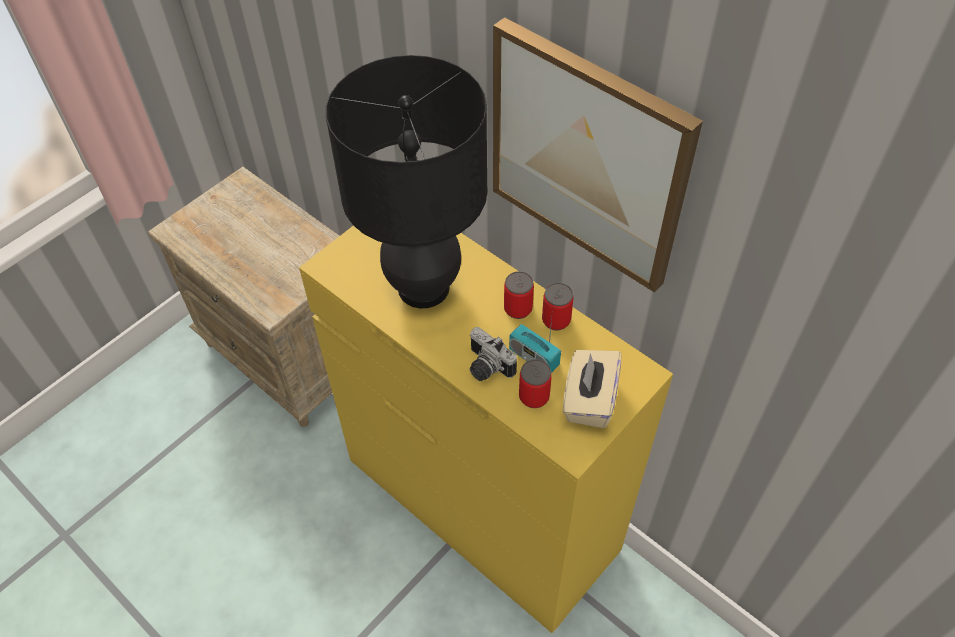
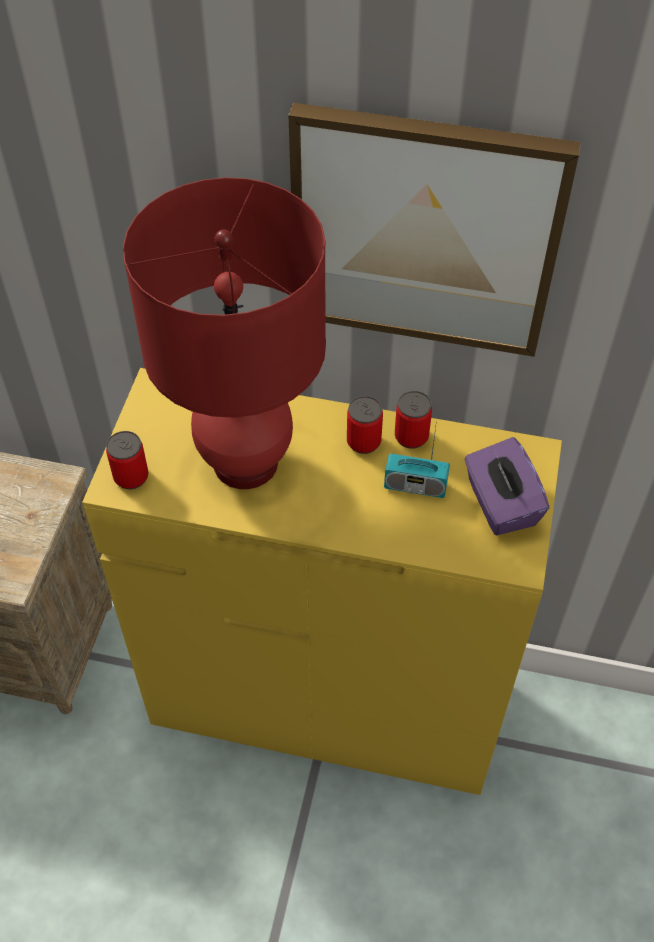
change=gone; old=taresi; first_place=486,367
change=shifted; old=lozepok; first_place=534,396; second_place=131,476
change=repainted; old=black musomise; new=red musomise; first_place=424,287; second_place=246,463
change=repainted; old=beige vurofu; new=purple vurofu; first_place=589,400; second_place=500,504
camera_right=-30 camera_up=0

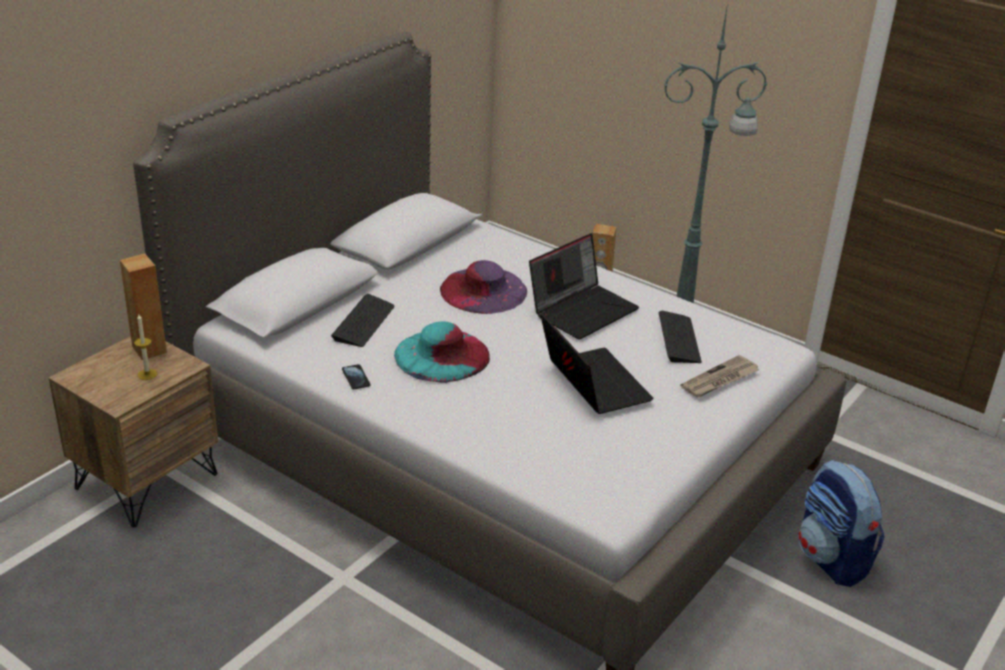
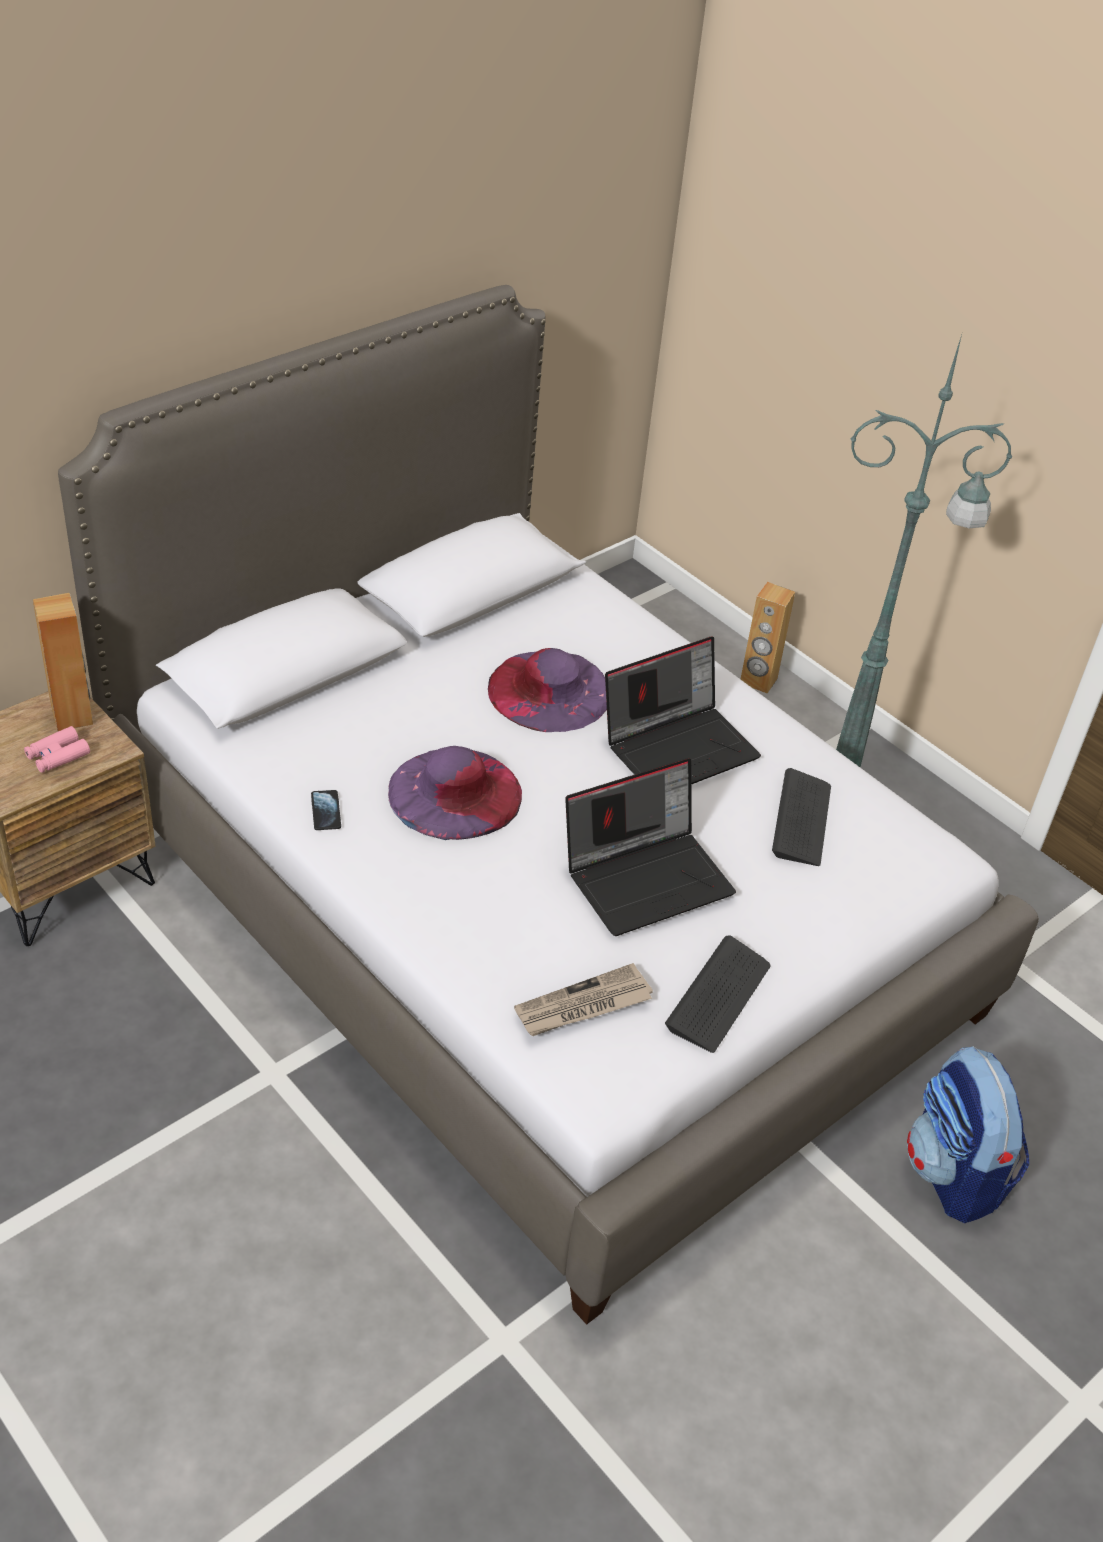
change=shifted; old=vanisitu; first_place=363,322; second_place=718,996
change=shifted; old=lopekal; first_place=720,380; second_place=583,1006
change=swapped; old=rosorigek; new=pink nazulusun; first_place=147,374; second_place=57,756
change=repainted; old=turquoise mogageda; new=purple mogageda; first_place=442,355; second_place=454,793
change=rotated; old=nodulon; first_place=591,383; second_place=647,876; degrees=75
camera_right=10 camera_up=10

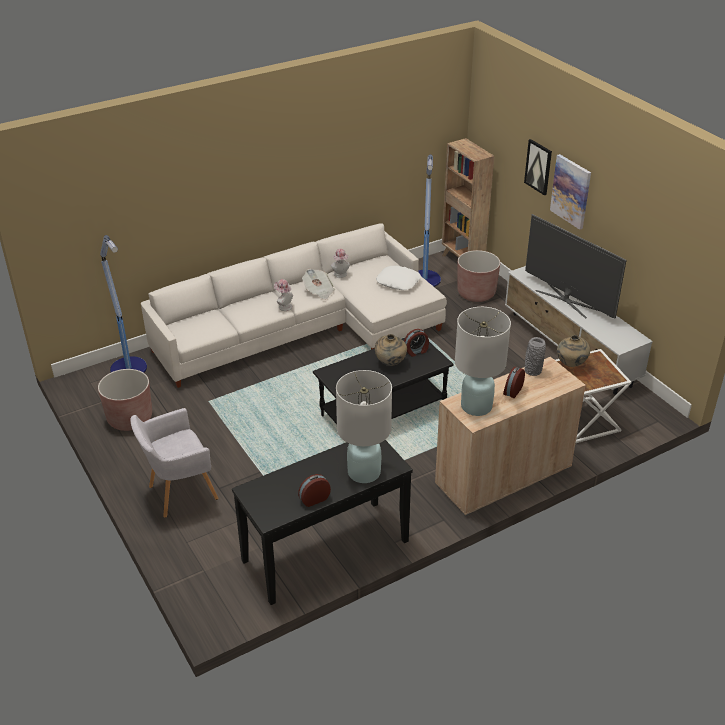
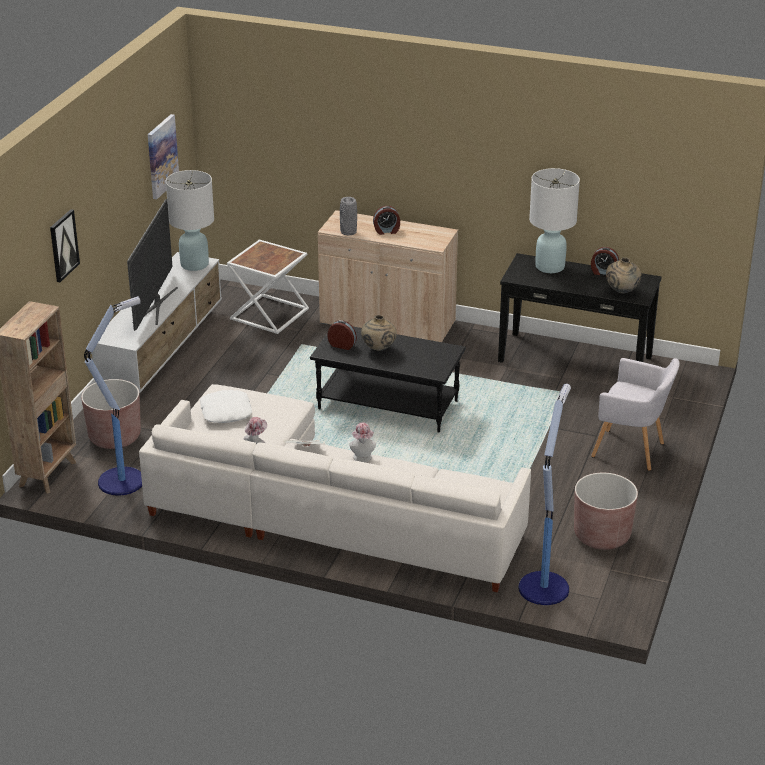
change=shifted; old=white musomise; first_place=476,406; second_place=194,264
change=shifted; old=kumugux; first_place=571,191; second_place=161,156
change=shifted; old=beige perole; first_place=571,365; second_place=622,292
camera_right=-130 camera_up=-5

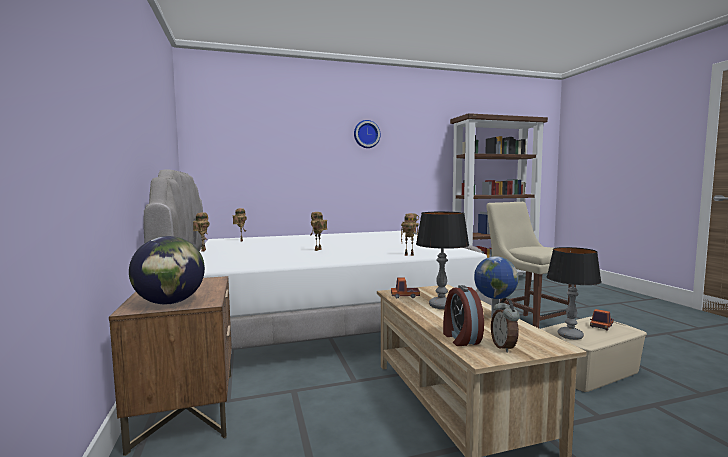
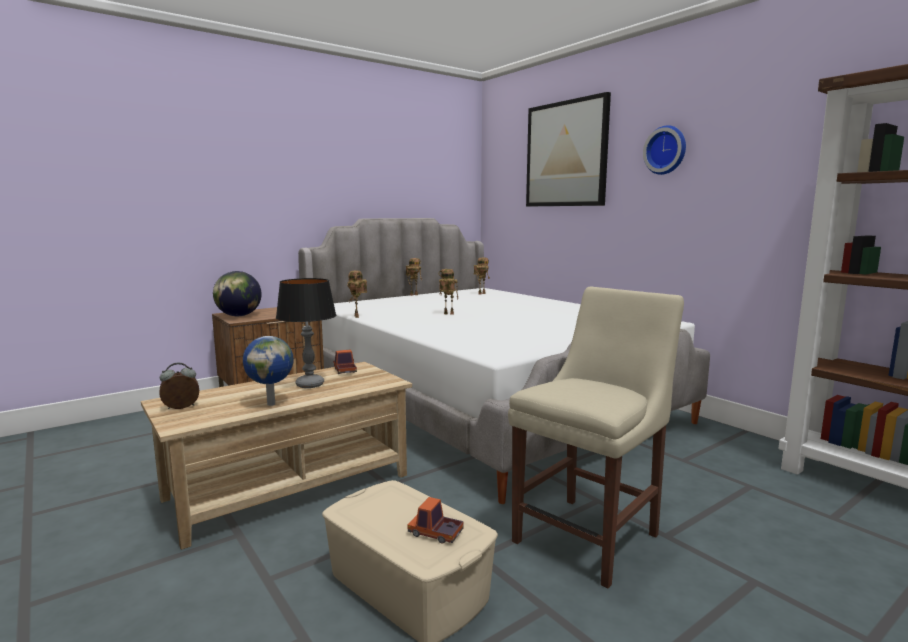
change=gone; old=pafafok; first_place=460,338
change=gone; old=musomise; first_place=570,336
change=new; new=kumugux; second_place=566,154
change=shifted; old=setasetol; first_place=409,255; second_place=358,316
camera_right=70 camera_up=5

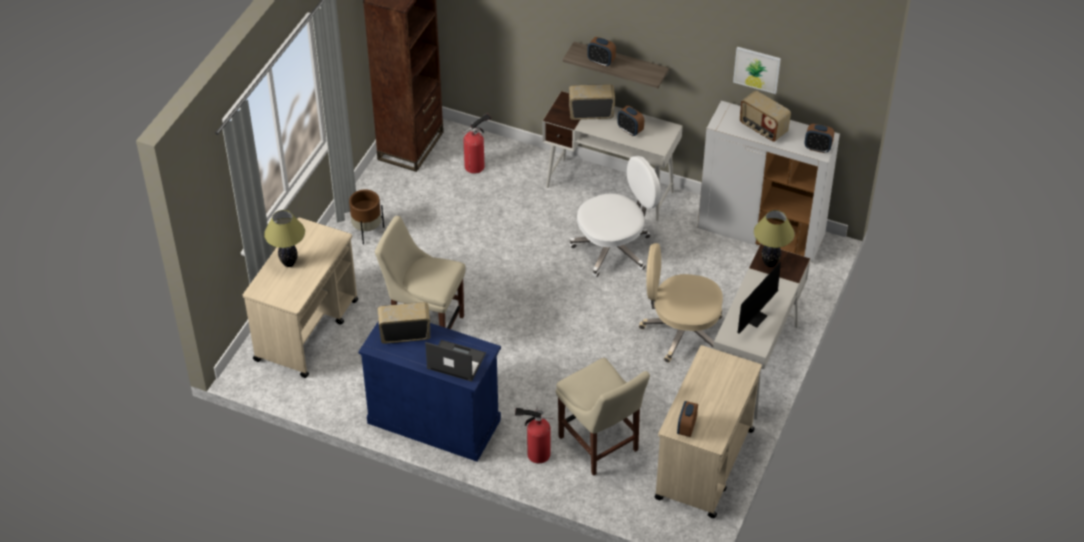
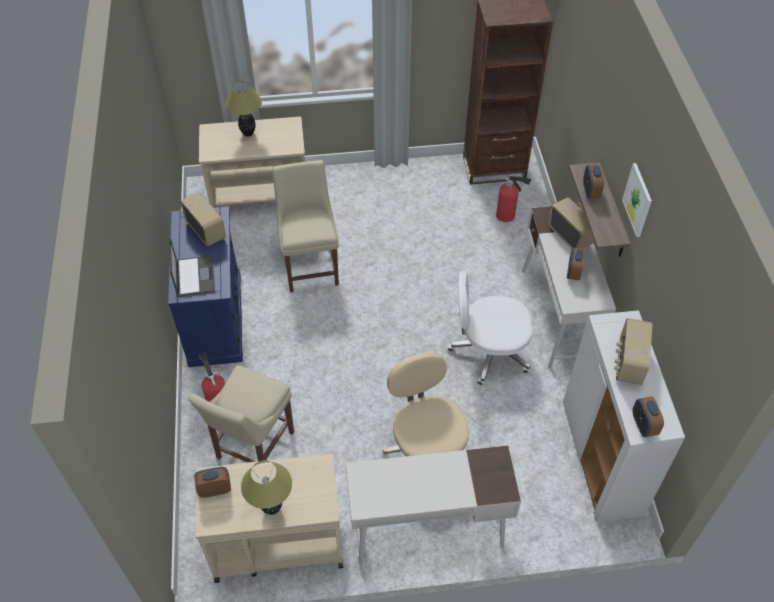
change=gone; old=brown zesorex; first_place=367,232
change=gone; old=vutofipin; first_place=756,315
change=shifted; old=kumugux; first_place=757,69; second_place=638,200
change=shifted; old=musomise; first_place=769,263; second_place=272,508
change=rotated; old=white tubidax; first_place=614,249; second_place=488,351; degrees=150
camera_right=60 camera_up=5

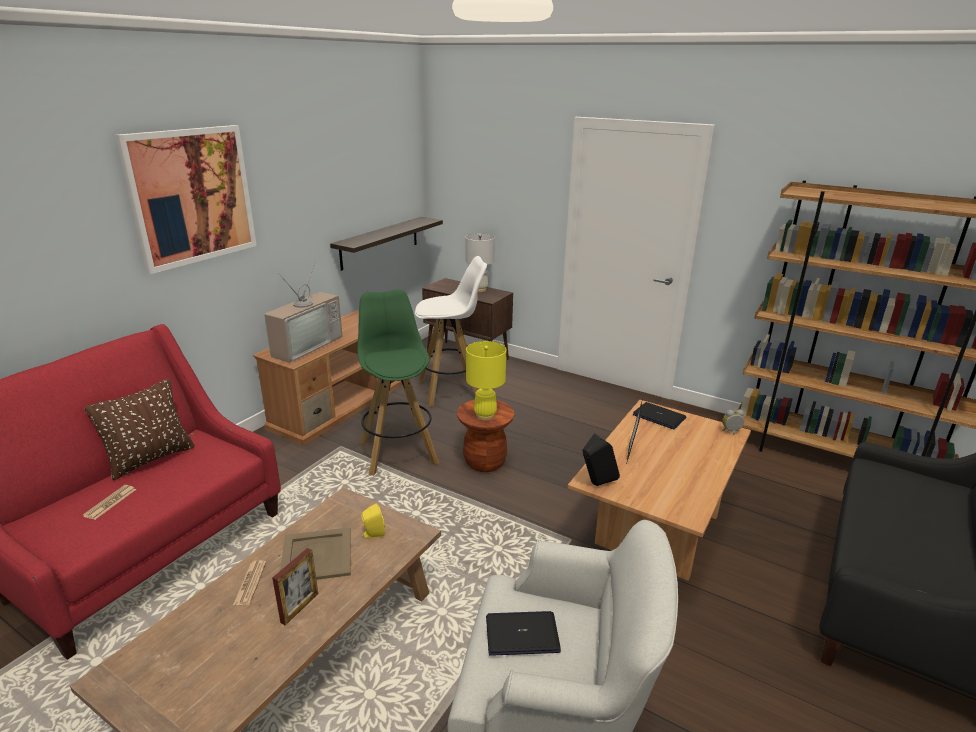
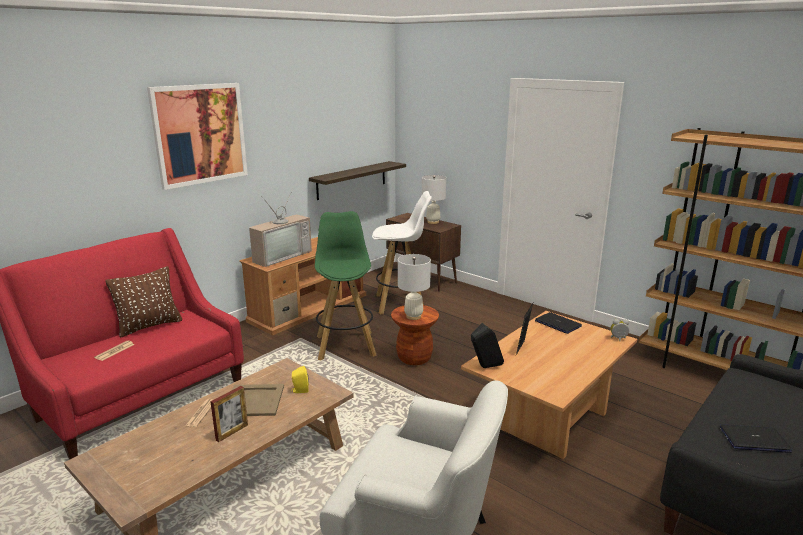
change=shifted; old=nodulon; first_place=522,634; second_place=754,439
change=repainted; old=yellow musomise; new=white musomise; first_place=485,415; second_place=413,316
camera_right=10 camera_up=-5

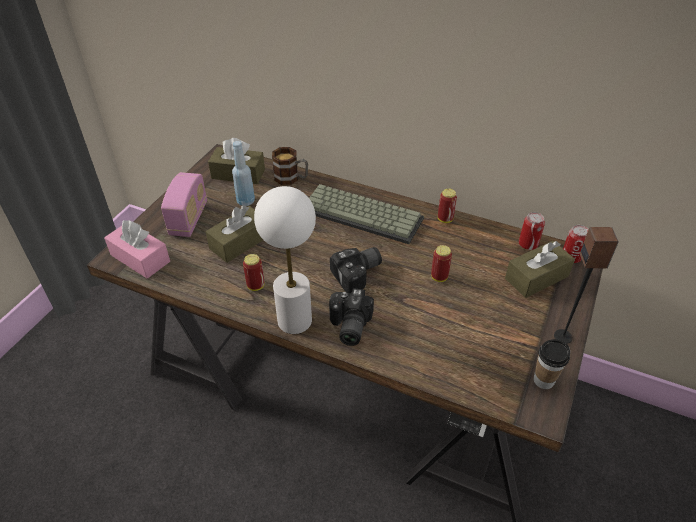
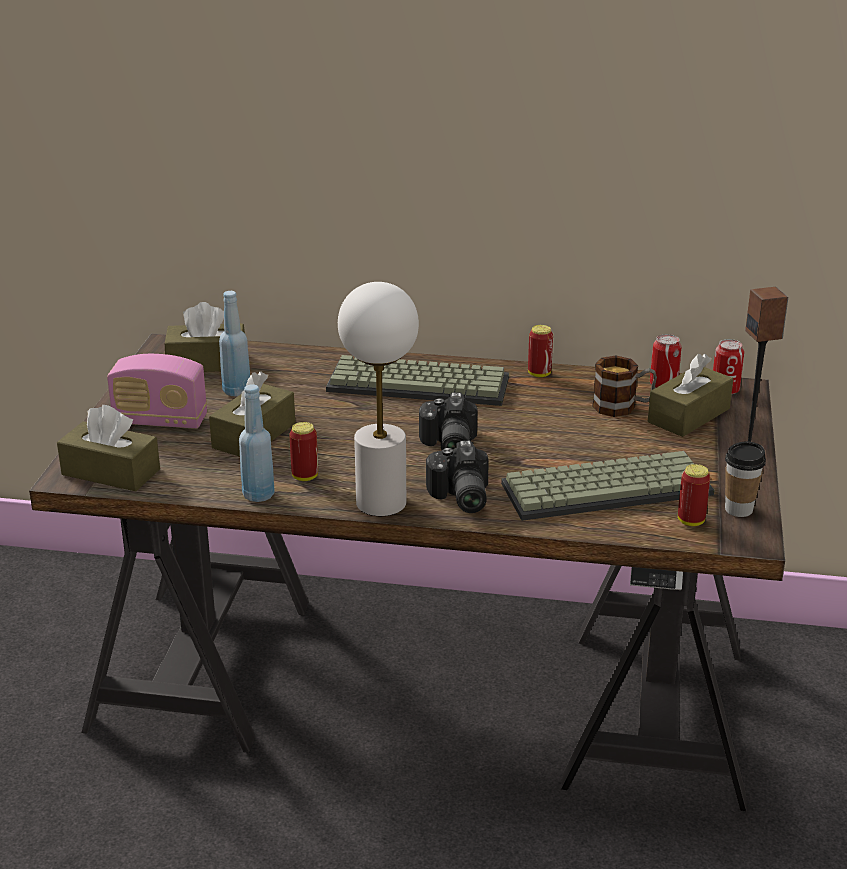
change=new; new=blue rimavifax; second_place=258,495
change=new; new=vanisitu; second_place=607,487
change=shifted; old=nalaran; first_place=291,178; second_place=623,407
change=shifted; old=lozepok; first_place=439,277; second_place=691,521
change=repainted; old=pink vurofu; new=brown vurofu; first_place=140,258; second_place=111,472
change=rotated; old=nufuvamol; first_place=189,219; second_place=160,421; degrees=105
change=rotated; old=taresi; first_place=359,275; second_place=447,445; degrees=135
camera_right=-15 camera_up=-15

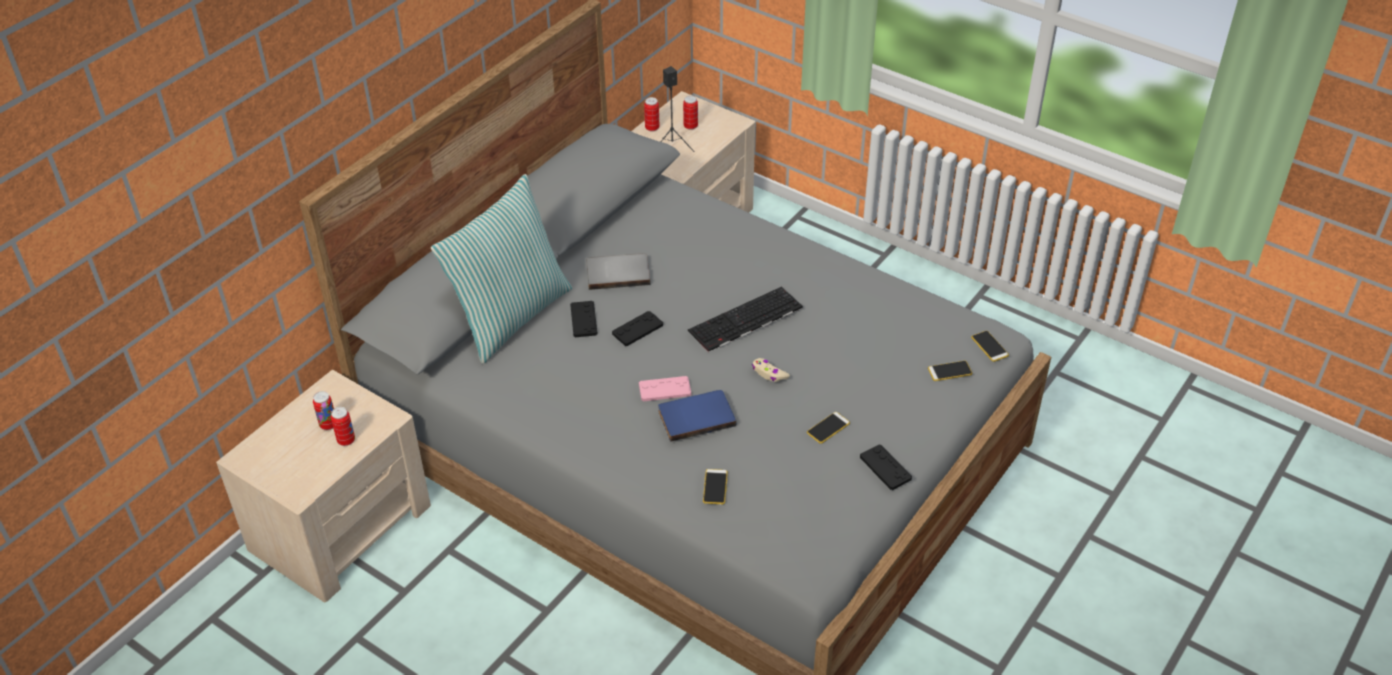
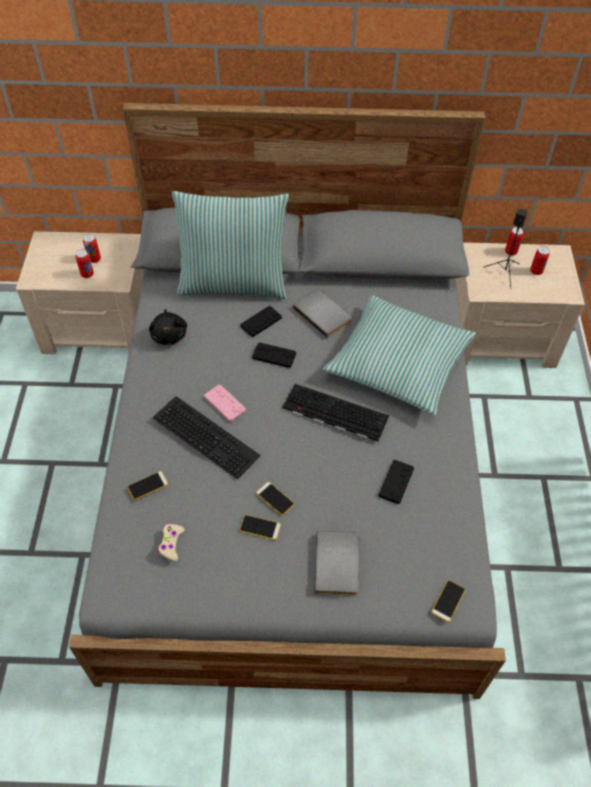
change=new; new=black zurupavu; second_place=169,335
change=new; new=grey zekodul; second_place=339,564
change=new; new=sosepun; second_place=398,363
change=shifted; old=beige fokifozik; first_place=769,374; second_place=171,544
change=shifted; old=black fokifozik; first_place=885,468; second_place=396,482
change=shifted; old=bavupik; first_place=949,371; second_place=275,498
change=swapped; old=blue zekodul; new=vanisitu; first_place=695,416; second_place=208,435
camera_right=55 camera_up=10

